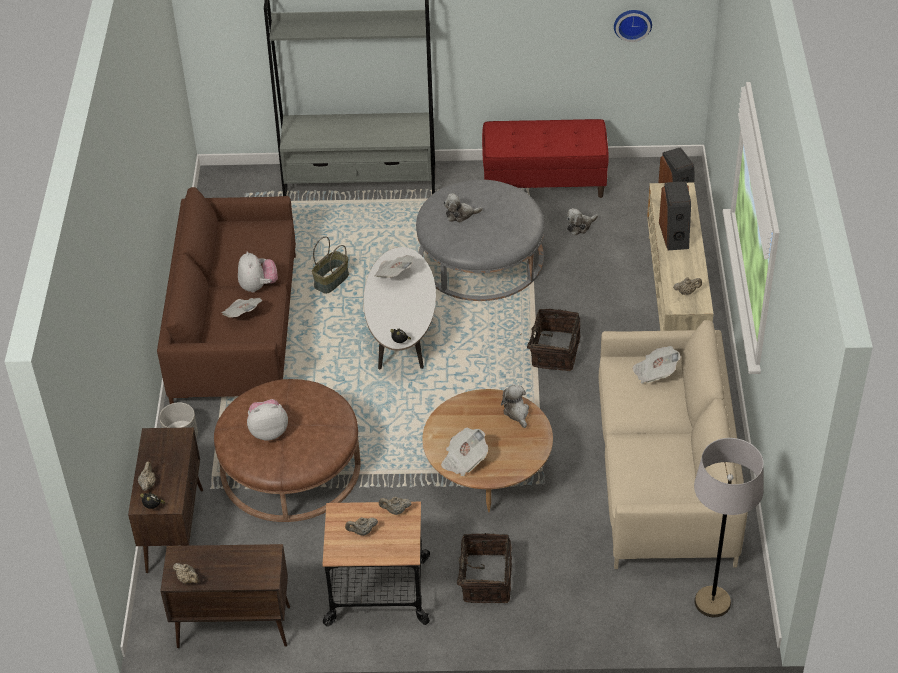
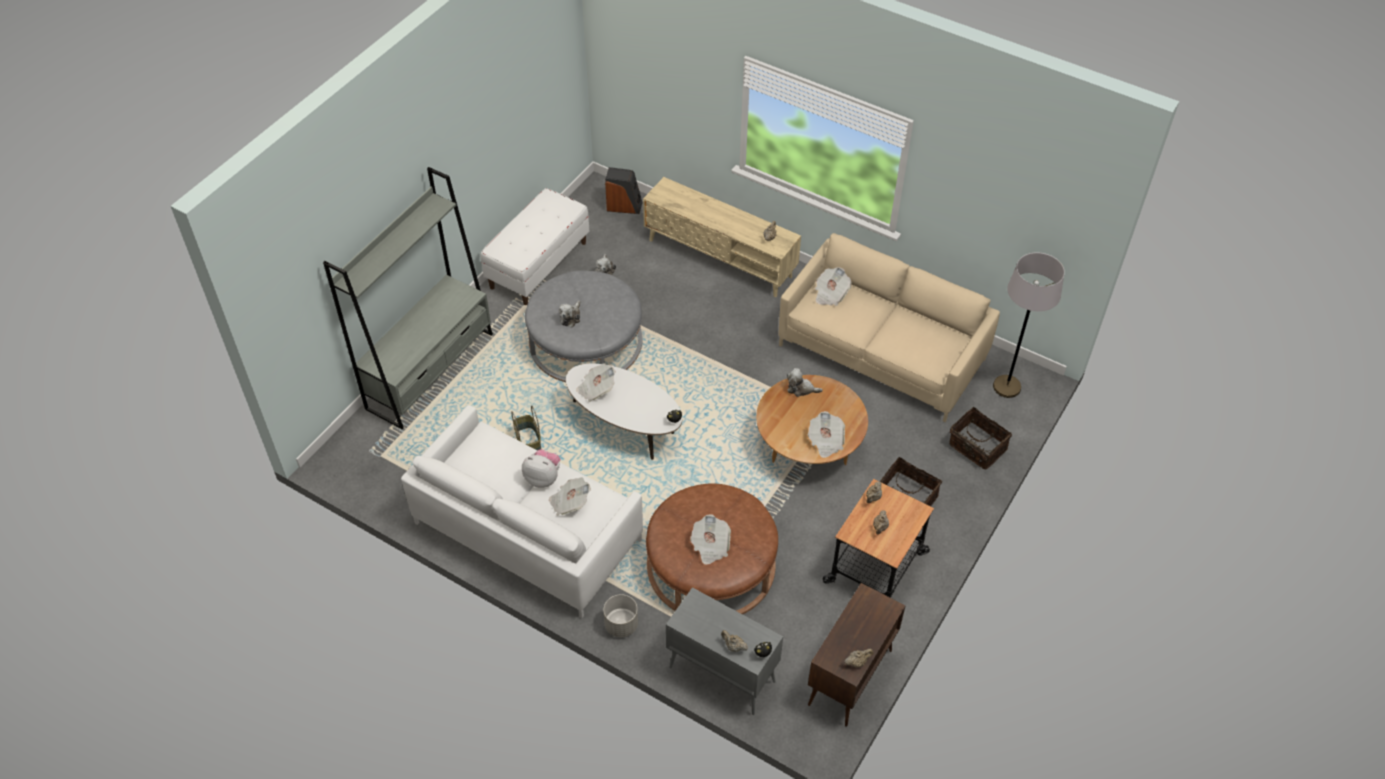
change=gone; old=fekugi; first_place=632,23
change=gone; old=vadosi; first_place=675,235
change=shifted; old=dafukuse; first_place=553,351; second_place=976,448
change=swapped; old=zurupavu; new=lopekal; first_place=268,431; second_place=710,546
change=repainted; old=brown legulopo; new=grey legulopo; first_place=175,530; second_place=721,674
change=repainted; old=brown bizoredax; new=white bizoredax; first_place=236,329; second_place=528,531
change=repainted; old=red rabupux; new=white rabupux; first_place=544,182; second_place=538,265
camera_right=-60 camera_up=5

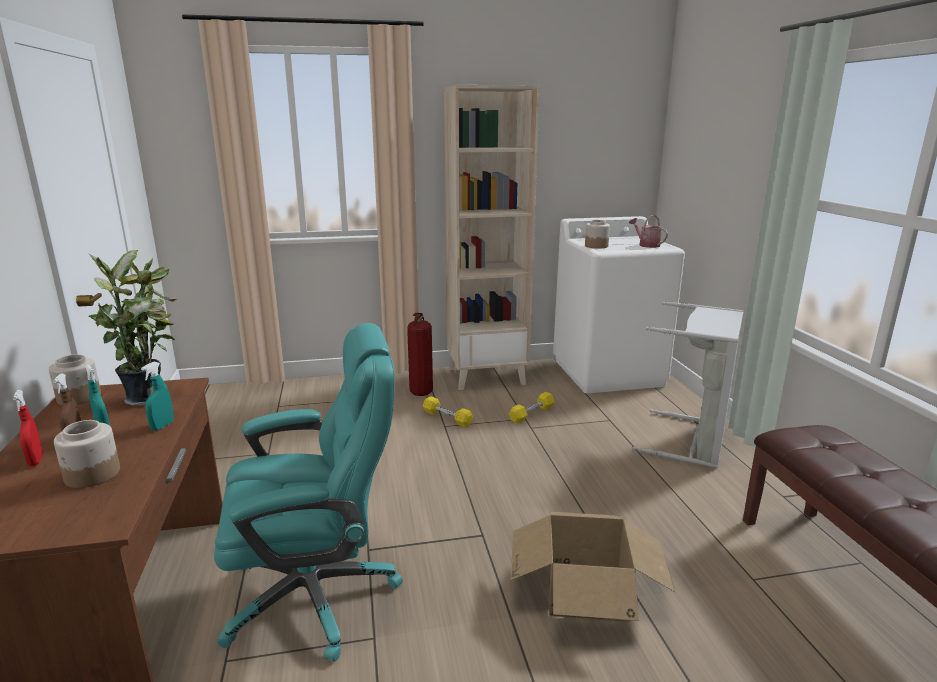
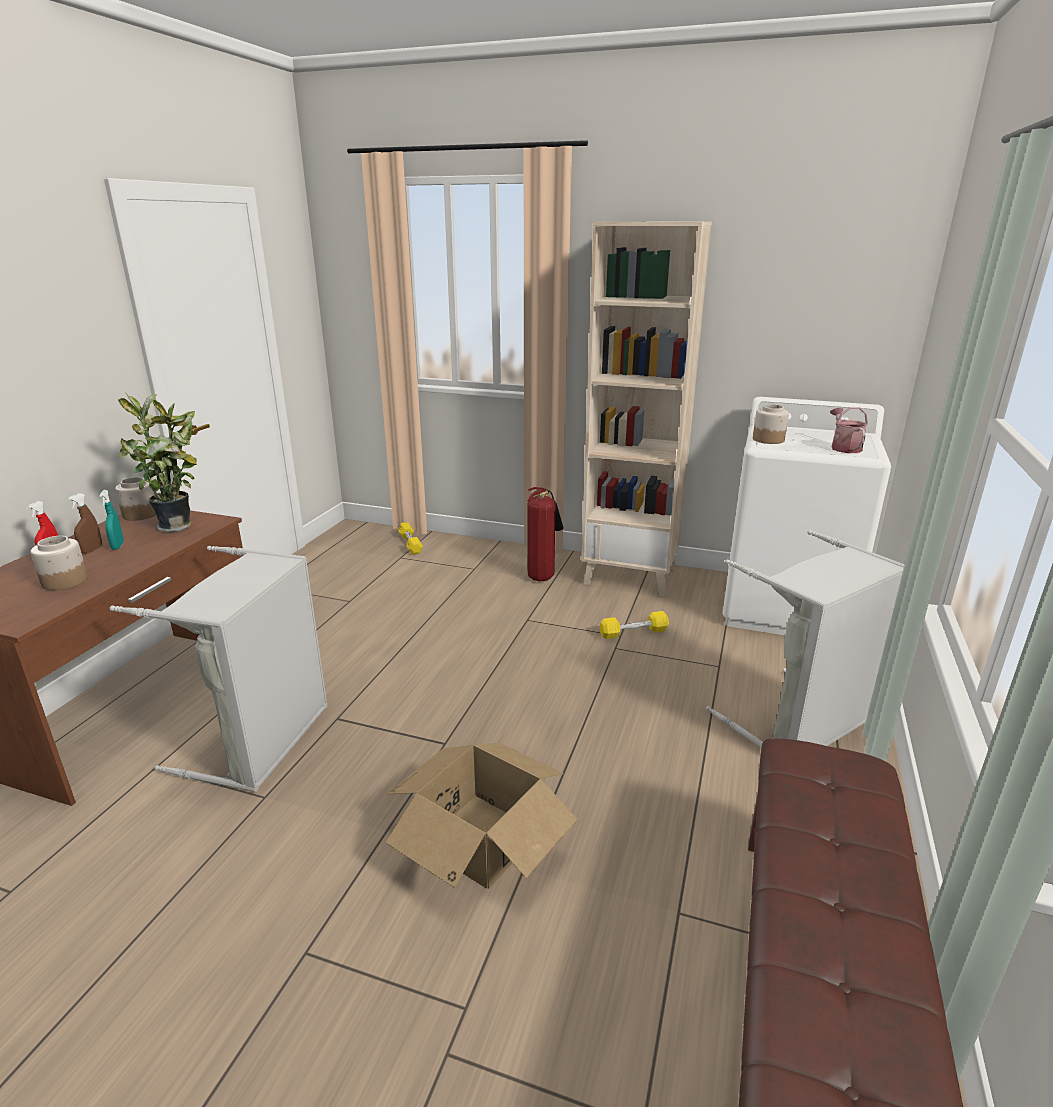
change=gone; old=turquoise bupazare; first_place=162,426
change=shifted; old=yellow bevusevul; first_place=447,418; second_place=410,544
change=swapped; old=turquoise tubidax; new=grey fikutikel; first_place=316,594; second_place=262,741
camera_right=30 camera_up=5

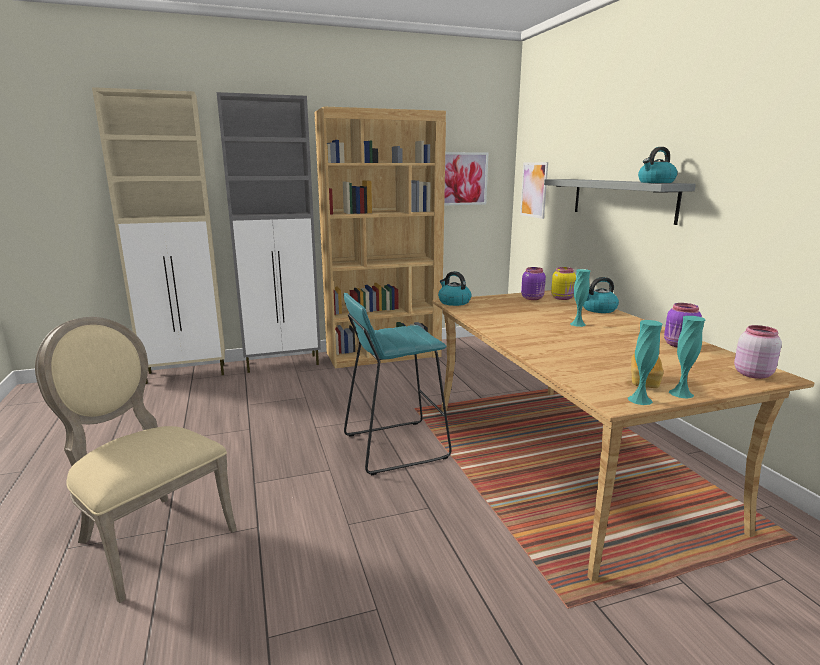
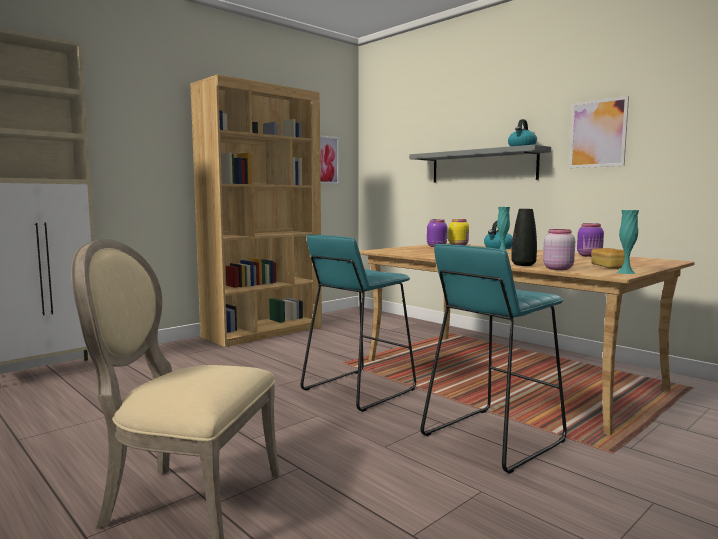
change=gone; old=grey legulopo; first_place=283,363
change=gone; old=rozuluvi; first_place=453,302
change=gone; old=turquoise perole; first_place=681,393
change=new; new=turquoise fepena; second_place=492,438
change=new; new=black perole; second_place=523,265
change=shifted; old=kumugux; first_place=534,190; second_place=598,133
change=shifted; old=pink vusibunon; first_place=752,374; second_place=557,268
camera_right=-25 camera_up=-10

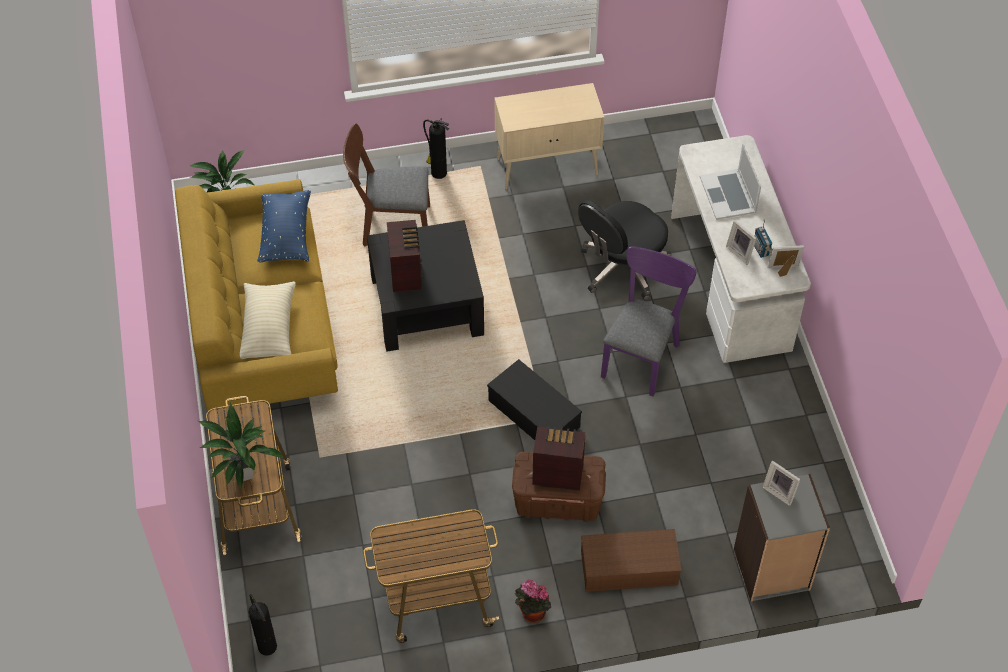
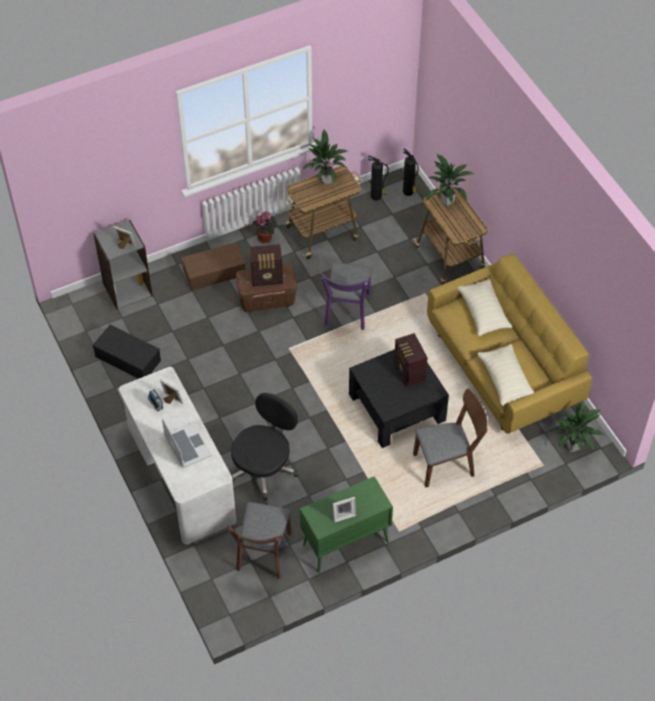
change=new; new=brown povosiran; second_place=263,556
change=new; new=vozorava; second_place=327,180
change=shifted; old=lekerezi; first_place=438,172; second_place=377,196
change=shifted; old=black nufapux; first_place=535,414; second_place=127,358
change=shifted; old=purple povosiran; first_place=642,355; second_place=347,312
change=shifted; old=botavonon; first_place=783,271; second_place=343,514
change=repainted; old=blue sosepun; new=beige sosepun; first_place=286,234; second_place=505,380
change=repainted; old=beige legulopo; new=green legulopo; first_place=548,166; second_place=344,543
camera_right=165 camera_up=0

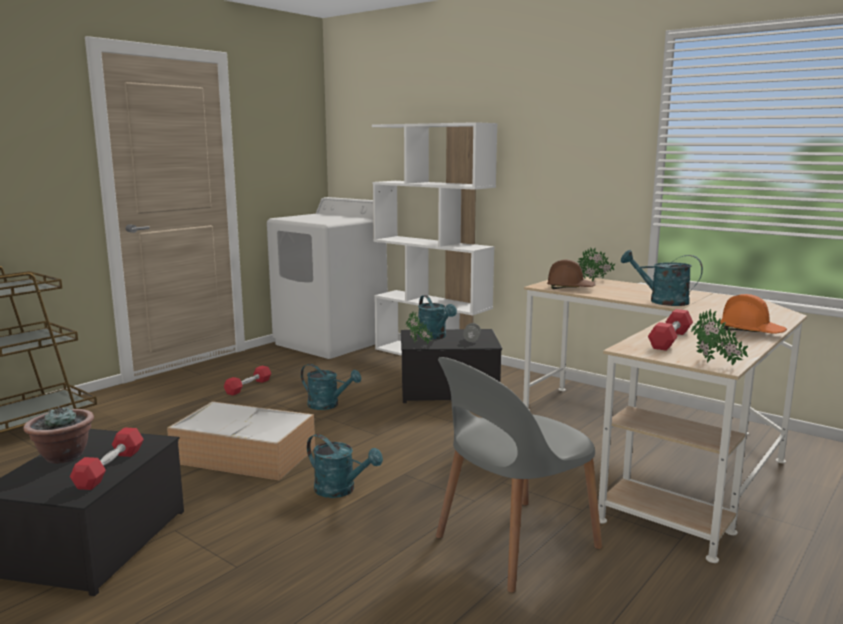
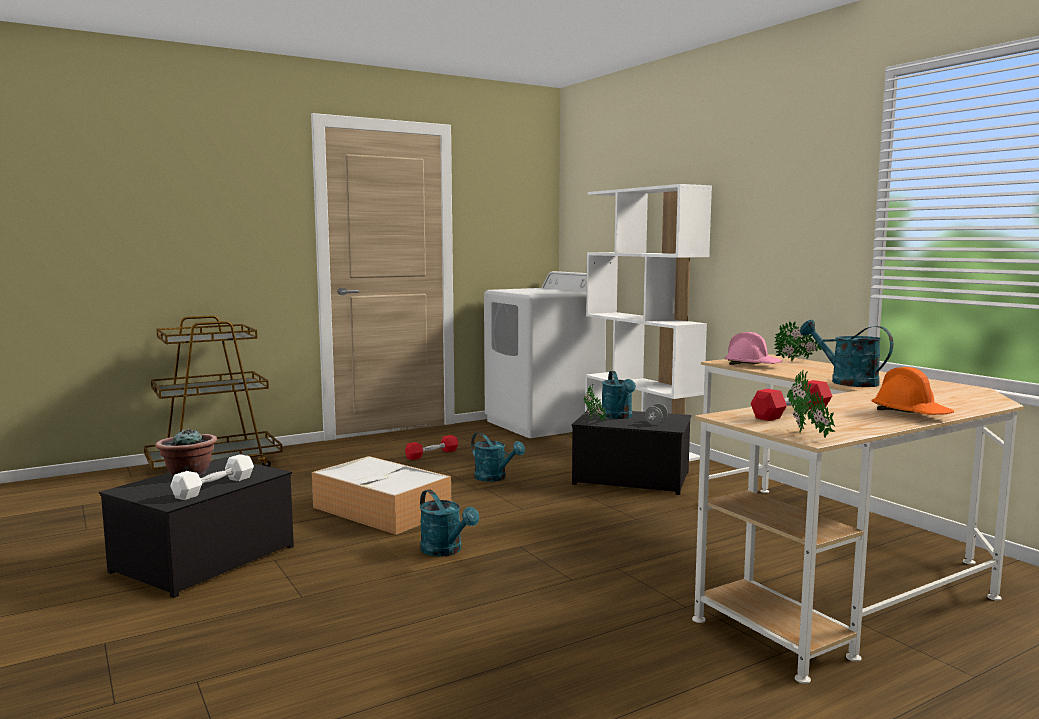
change=gone; old=grey povosiran; first_place=513,544
change=repainted; old=red bevusevul; new=white bevusevul; first_place=110,468; second_place=214,487
change=repainted; old=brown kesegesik; new=pink kesegesik; first_place=570,288; second_place=752,365
camera_right=20 camera_up=-5

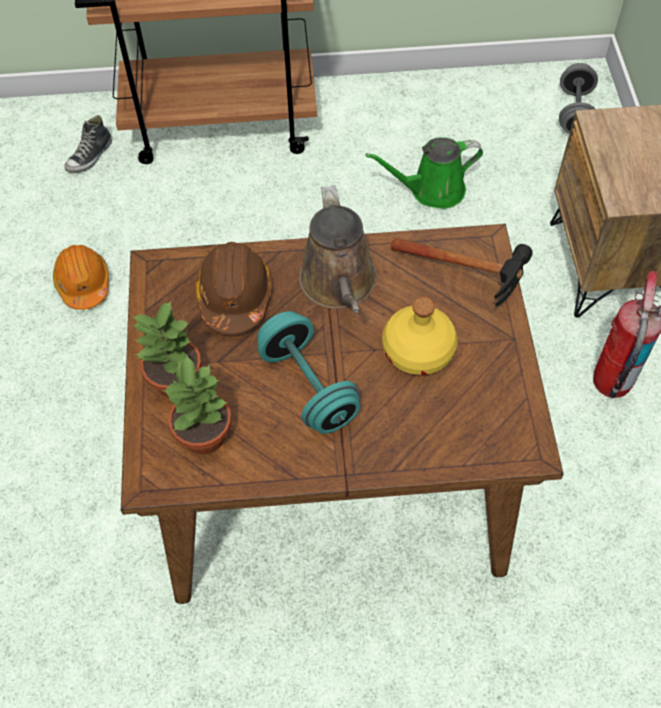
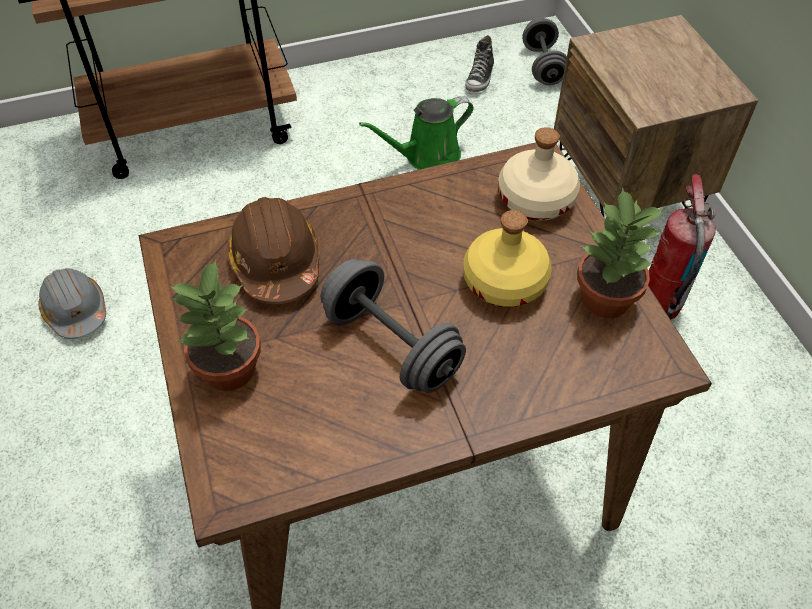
change=gone; old=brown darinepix; first_place=339,285
change=shifted; old=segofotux; first_place=90,157; second_place=480,78
change=shifted; old=vozorava; first_place=203,436; second_place=605,300
change=swapped; old=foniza; new=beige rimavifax; first_place=471,280; second_place=537,199
change=repainted; old=orange kesegesik; new=grey kesegesik; first_place=83,283; second_place=76,311
change=repainted; old=turquoise bevusevul; new=grey bevusevul; first_place=308,387; second_place=392,345
camera_right=-15 camera_up=-5

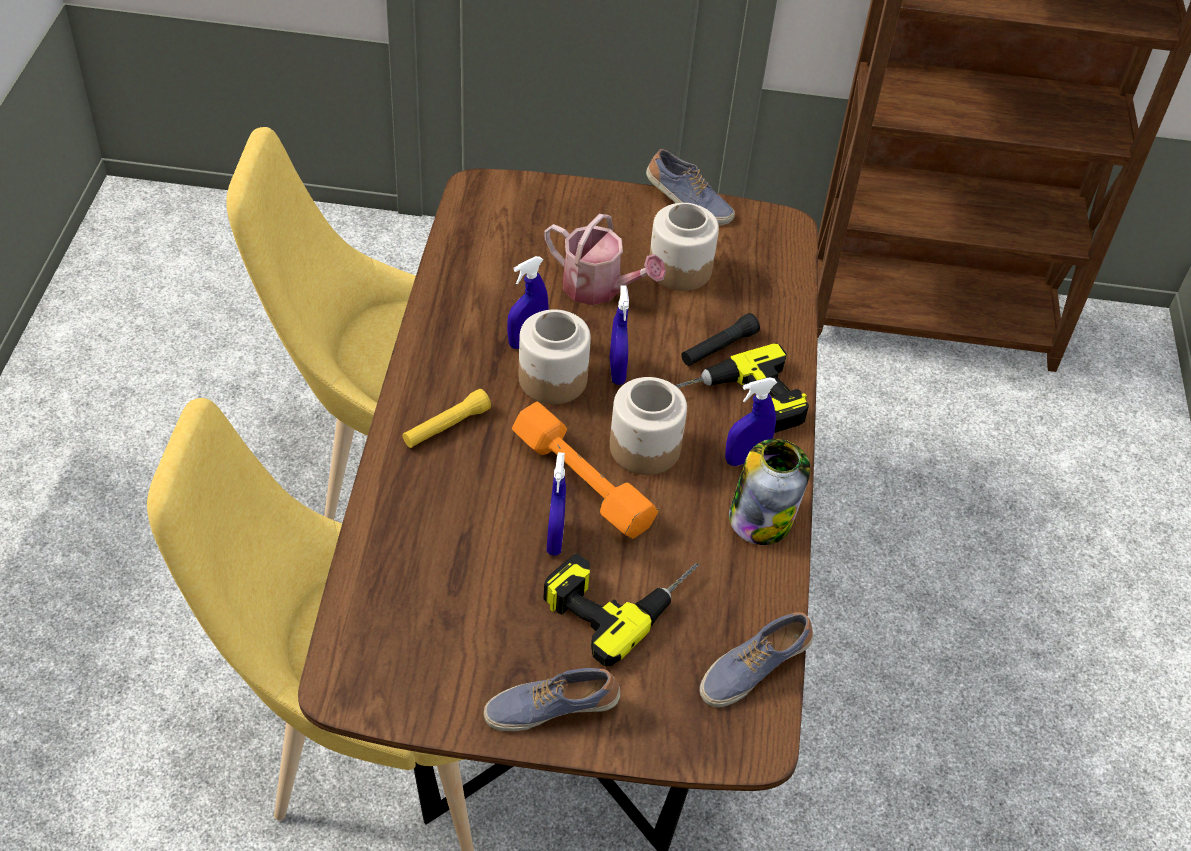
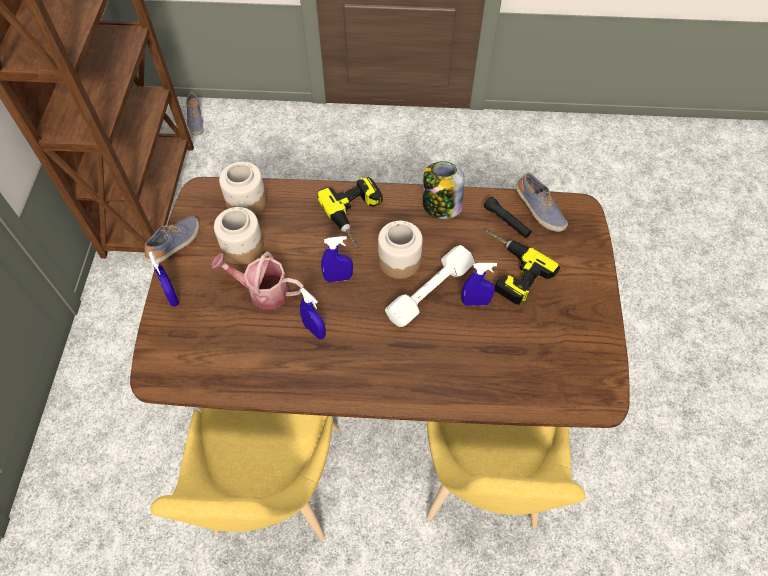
change=gone; old=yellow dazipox; first_place=446,427
change=shifted; old=segofotux; first_place=551,708; second_place=195,120
change=shifted; old=vusibunon; first_place=552,379; second_place=246,202
change=shifted; old=black dazipox; first_place=718,348; second_place=507,222
change=shifted; old=blue bupazare; first_place=745,458; second_place=172,296
change=repainted; old=orange bevusevul; new=white bevusevul; first_place=582,481; second_place=430,291
change=rotated; old=darinepix; first_place=599,288; second_place=263,291; degrees=-105
camera_right=-90 camera_up=10

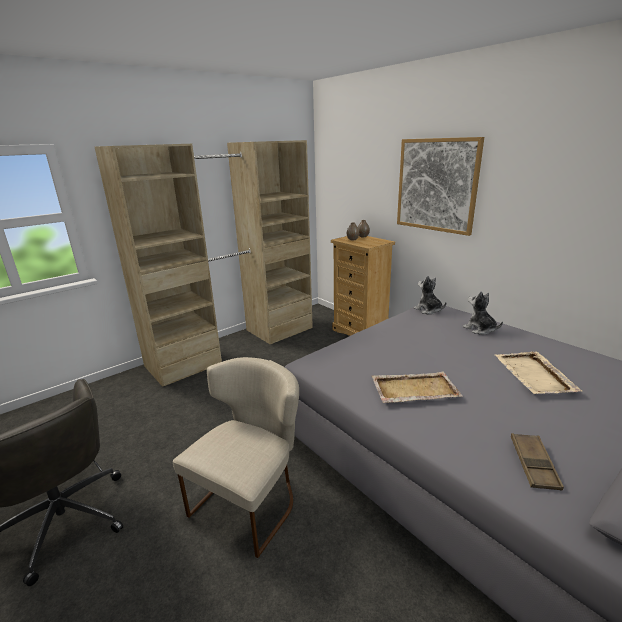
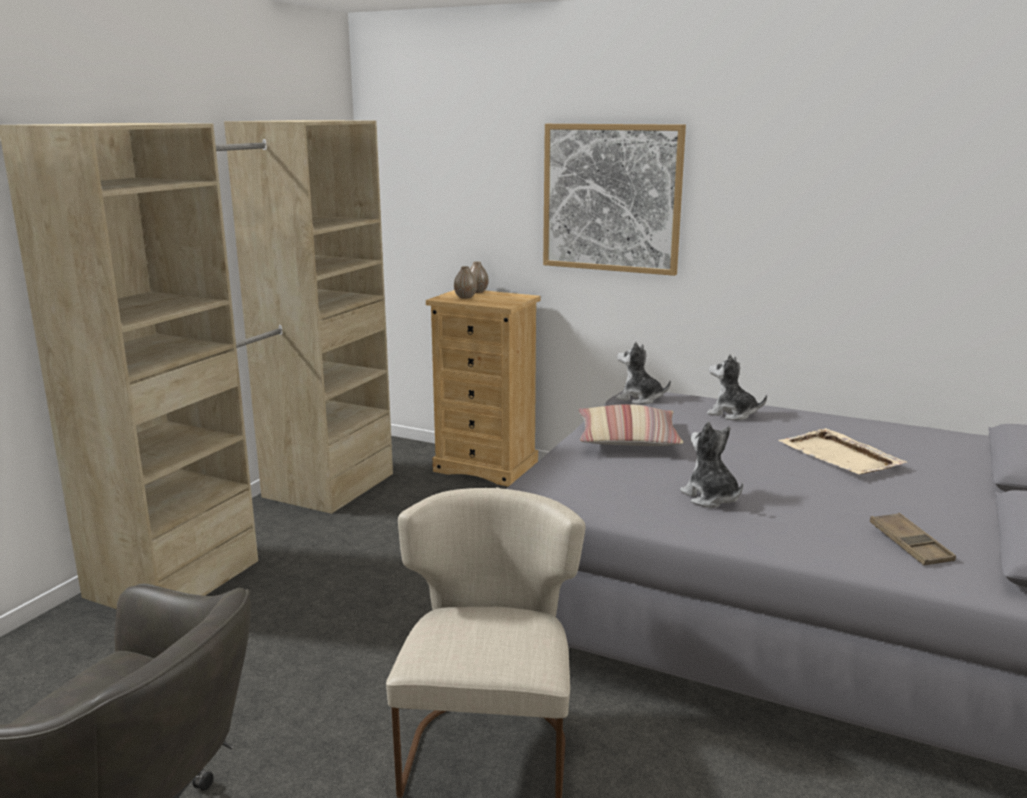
change=new; new=sosepun; second_place=627,439
change=swapped; old=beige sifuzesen; new=zurupavu; first_place=413,389; second_place=710,498
camera_right=-25 camera_up=-5

